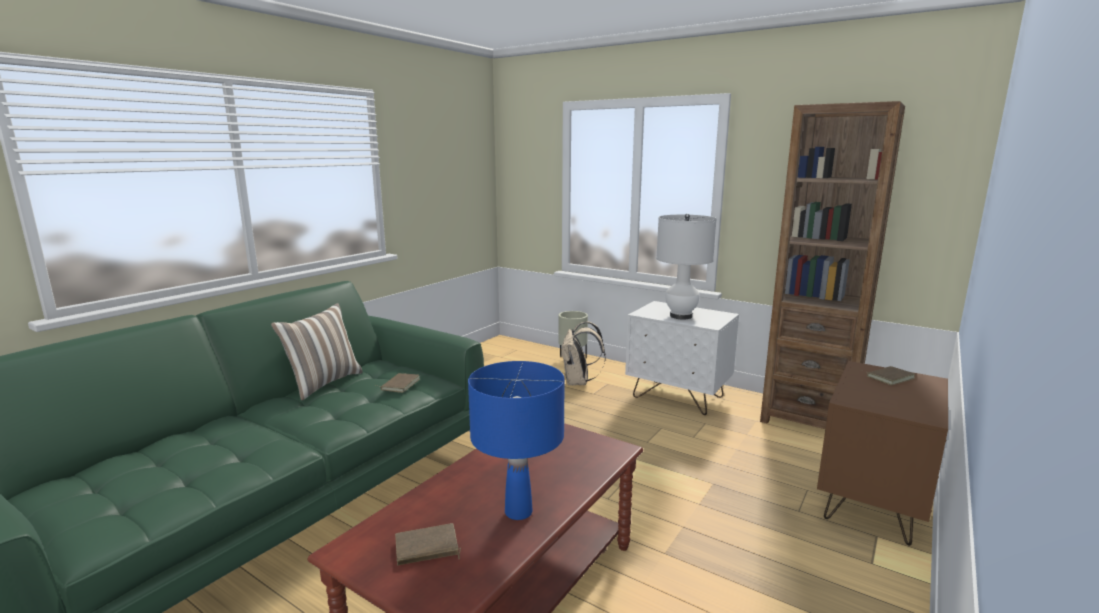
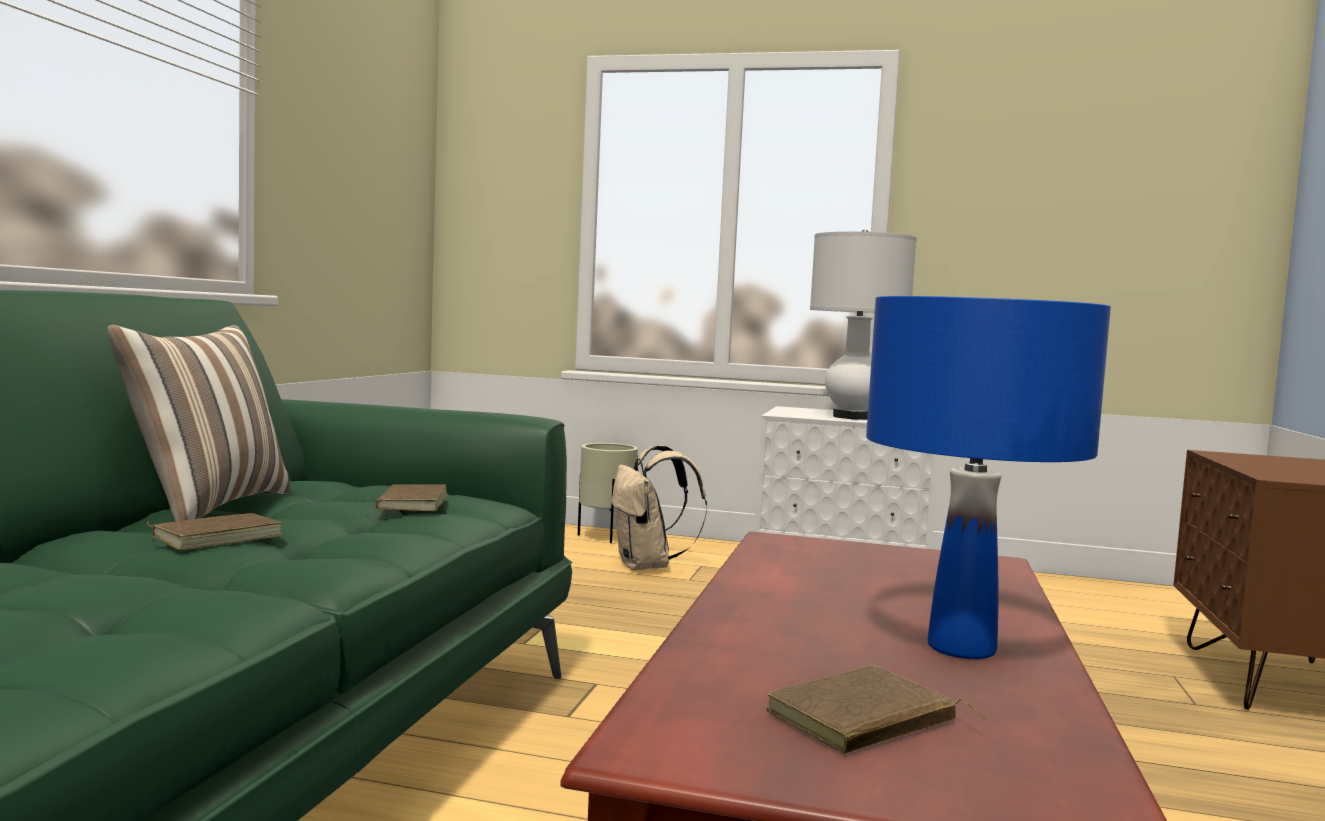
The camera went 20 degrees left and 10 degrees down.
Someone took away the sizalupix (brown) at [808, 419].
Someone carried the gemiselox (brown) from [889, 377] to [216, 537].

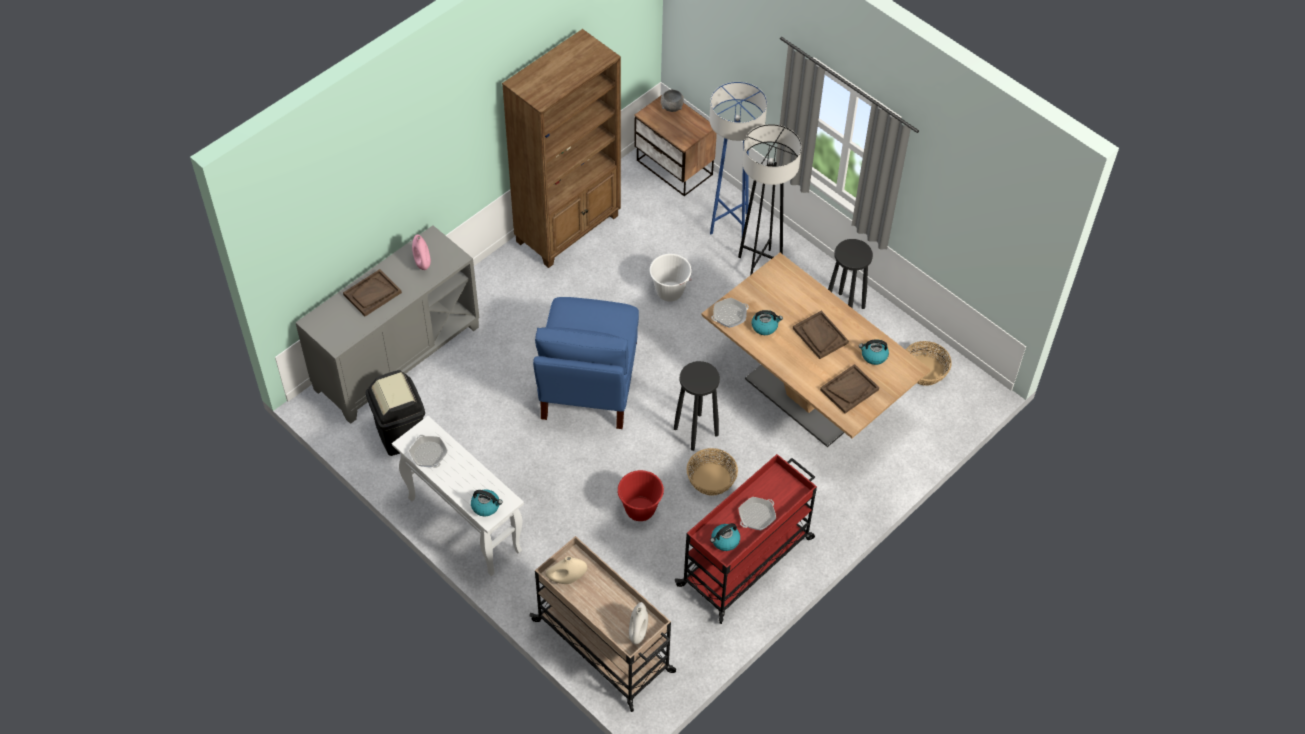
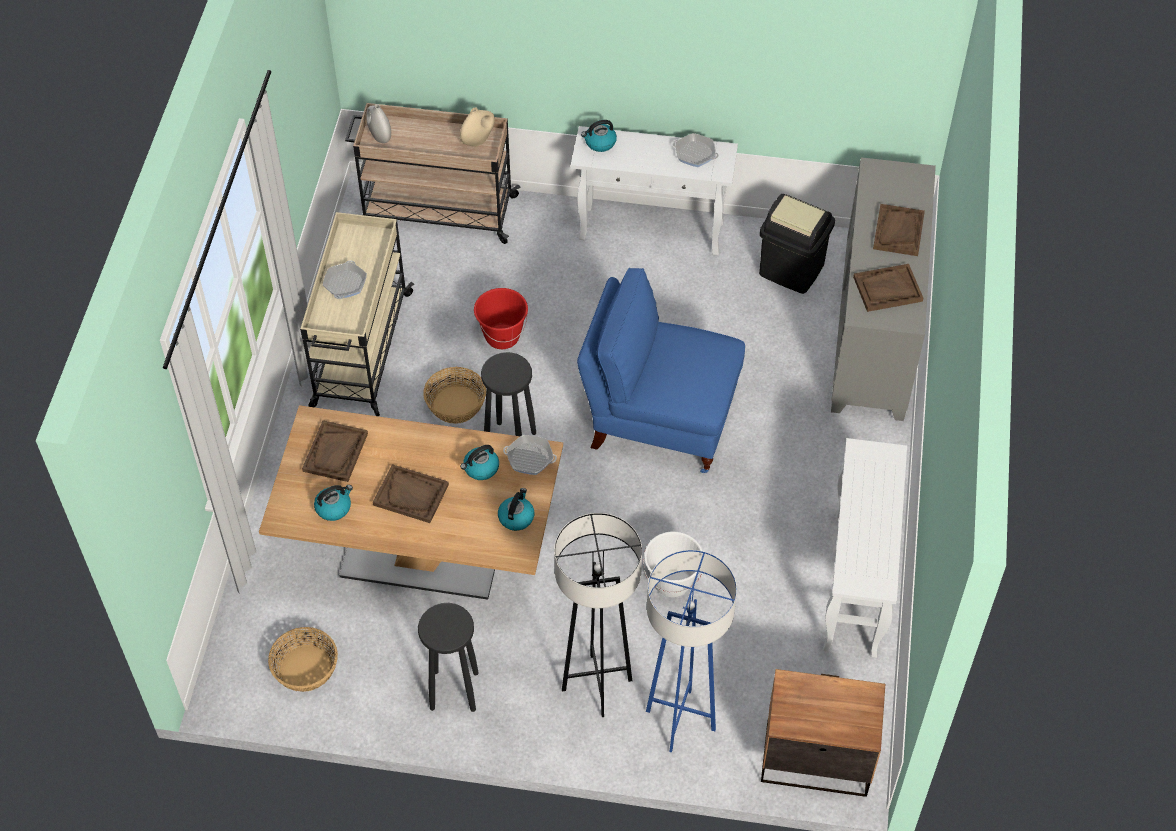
The camera went 145 degrees right and 0 degrees up.
Someone swapped the sizalupix (brown) at [568, 229] for the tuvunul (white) at [855, 587].
Someone took away the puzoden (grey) at [671, 107].
Someone swapped the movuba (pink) at [422, 263] for the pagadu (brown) at [887, 289].
Someone rotated the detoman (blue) at [588, 387] by 45 degrees counterclockwise.
Someone rotated the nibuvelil at [729, 315] by 105 degrees counterclockwise.
Someone repainted the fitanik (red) at [747, 561], which became the fitanik (beige) at [361, 351].
Someone carried the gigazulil from [724, 541] to [516, 517].

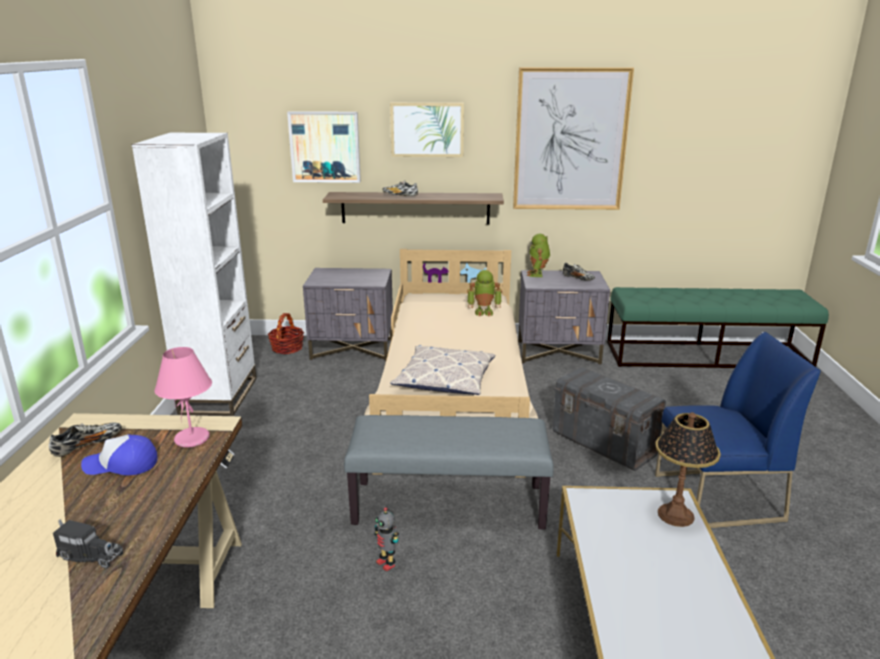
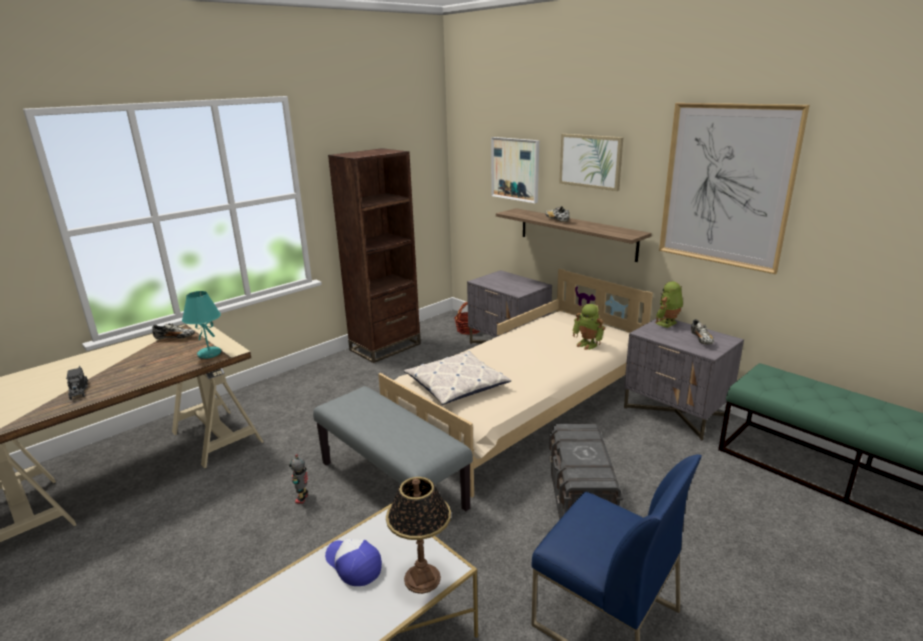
The camera went 45 degrees right and 0 degrees up.
Someone repainted the sizalupix (white) at [219, 395], which became the sizalupix (brown) at [385, 347].
Someone repainted the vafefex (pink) at [192, 439], which became the vafefex (turquoise) at [209, 354].
Someone carried the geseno from [121, 465] to [353, 564].

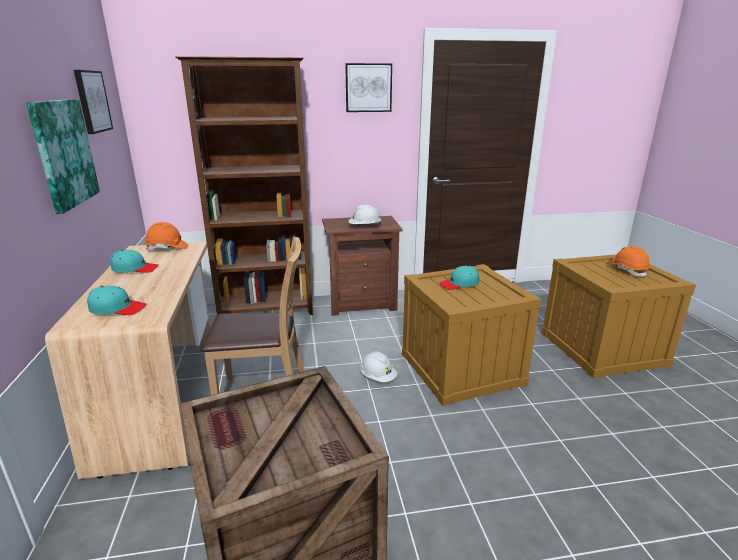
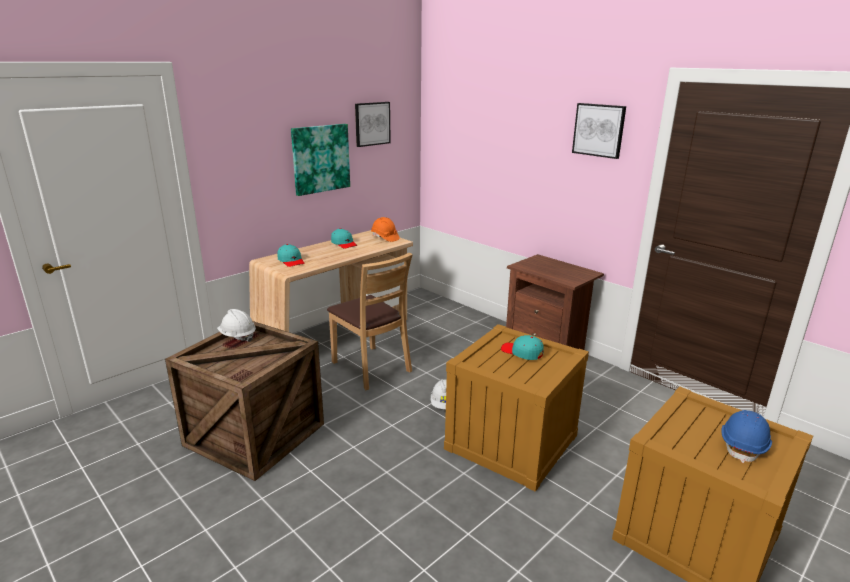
The camera went 55 degrees right and 0 degrees up.
Someone took away the sizalupix (brown) at [267, 310].
Someone carried the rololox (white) from [364, 227] to [237, 336].
Someone repainted the rololox (orange) at [627, 270], which became the rololox (blue) at [743, 445].

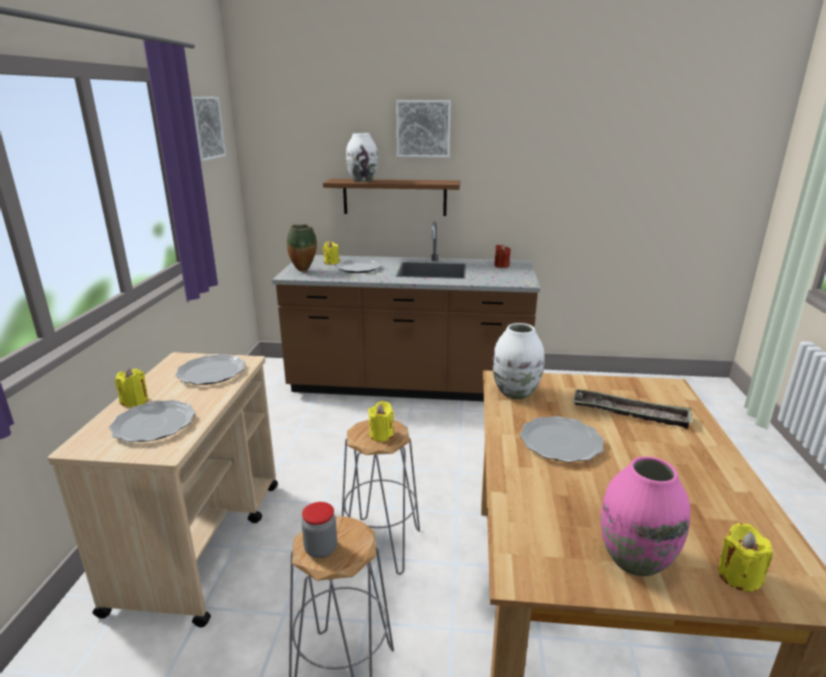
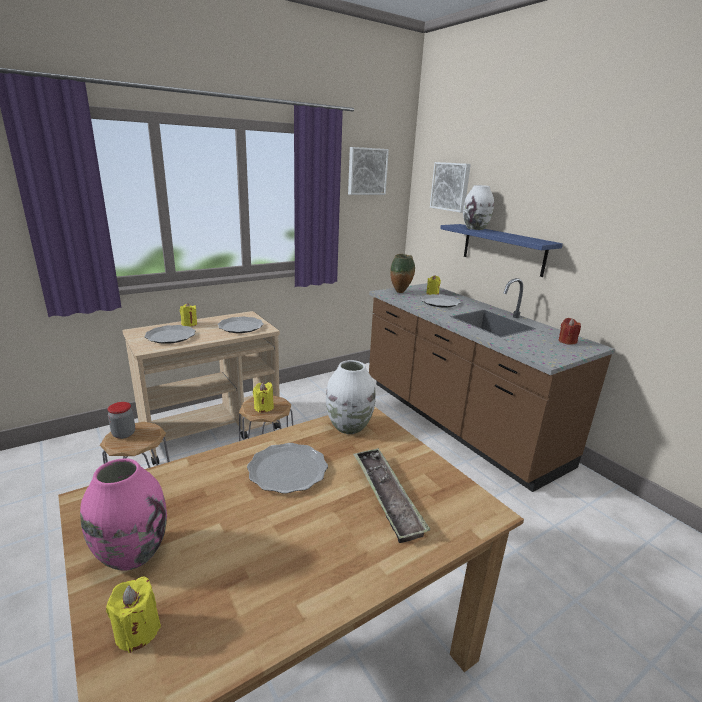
The camera went 50 degrees right and 0 degrees up.
Someone carried the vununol from [423, 129] to [451, 186].
Someone repainted the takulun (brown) at [394, 197], which became the takulun (blue) at [503, 249].

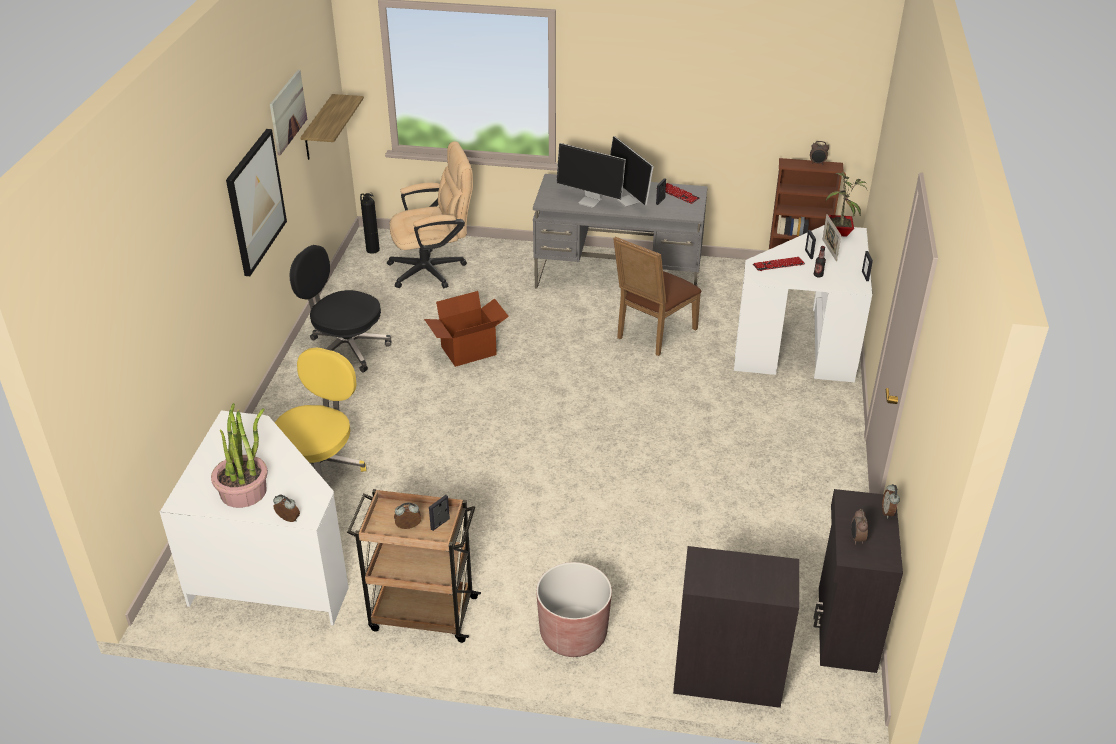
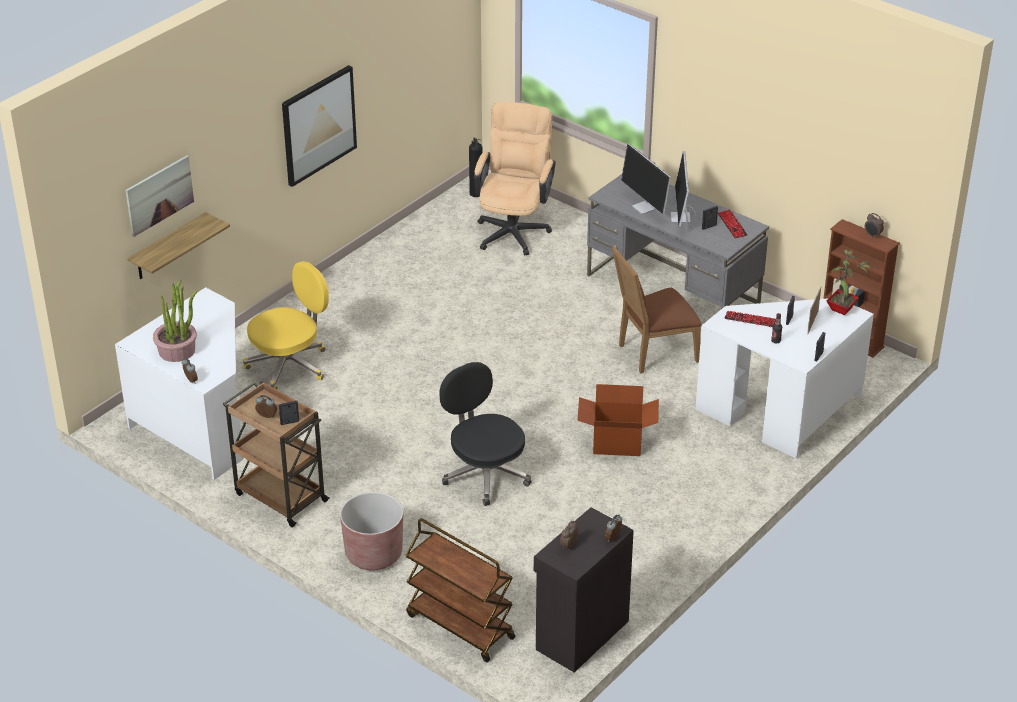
The camera went 30 degrees right and 0 degrees up.
Someone carried the vununol from [287, 111] to [159, 195].
Someone carried the takulun from [318, 128] to [168, 247].
Someone rotated the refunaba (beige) at [434, 269] by 90 degrees counterclockwise.
Someone carried the refunaba (black) from [346, 349] to [484, 474].
Someone carried the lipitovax from [469, 351] to [617, 443].
Someone swapped the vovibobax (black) at [727, 675] for the fitanik (brown) at [459, 626].

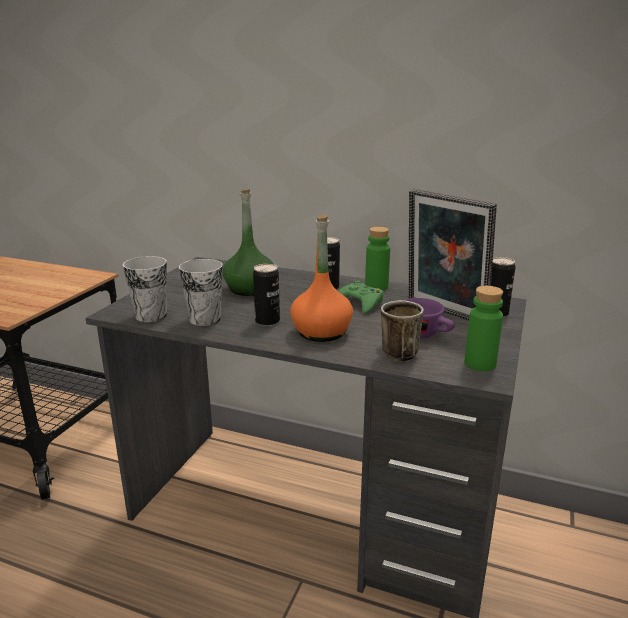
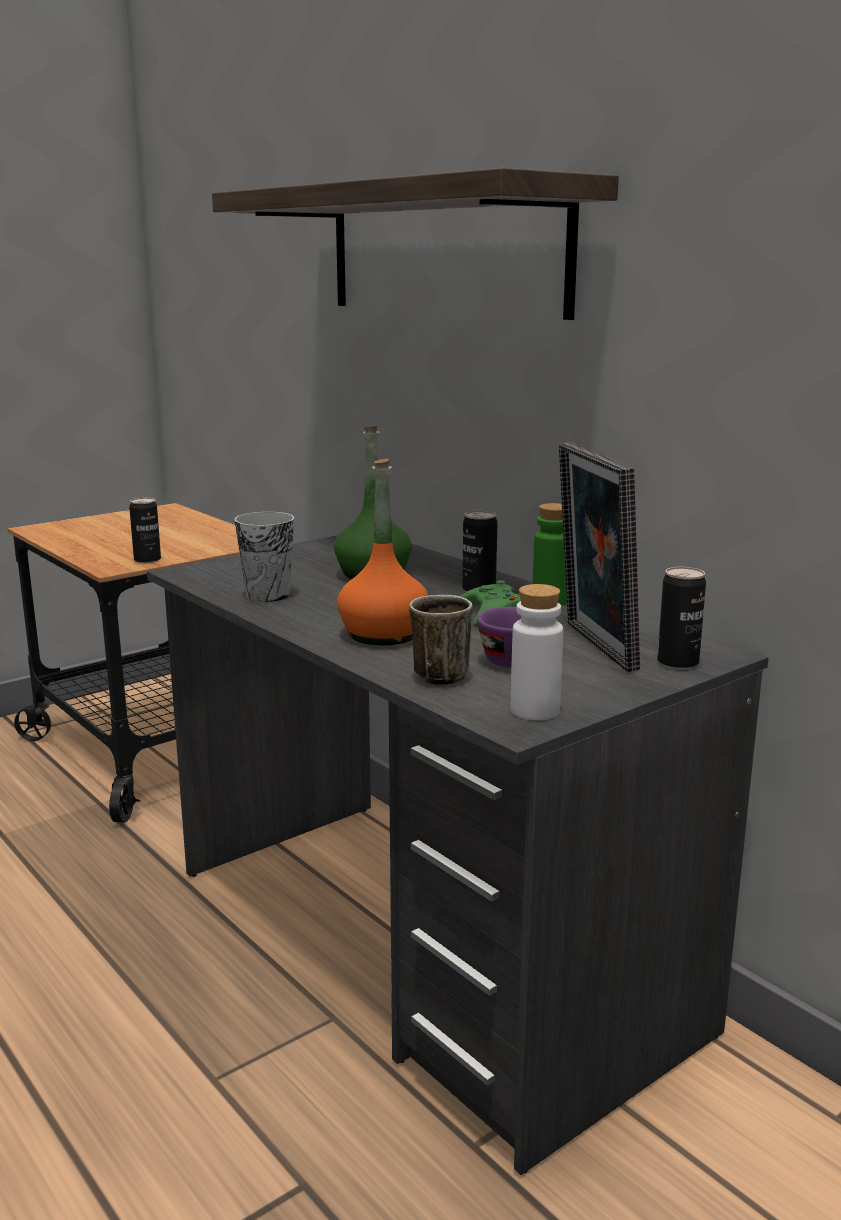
The camera went 30 degrees right and 5 degrees down.
Someone took away the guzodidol at [151, 316].
Someone carried the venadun from [267, 321] to [147, 560].
Someone repainted the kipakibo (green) at [480, 364], which became the kipakibo (white) at [535, 710].
Someone put up the takulun at [443, 250].

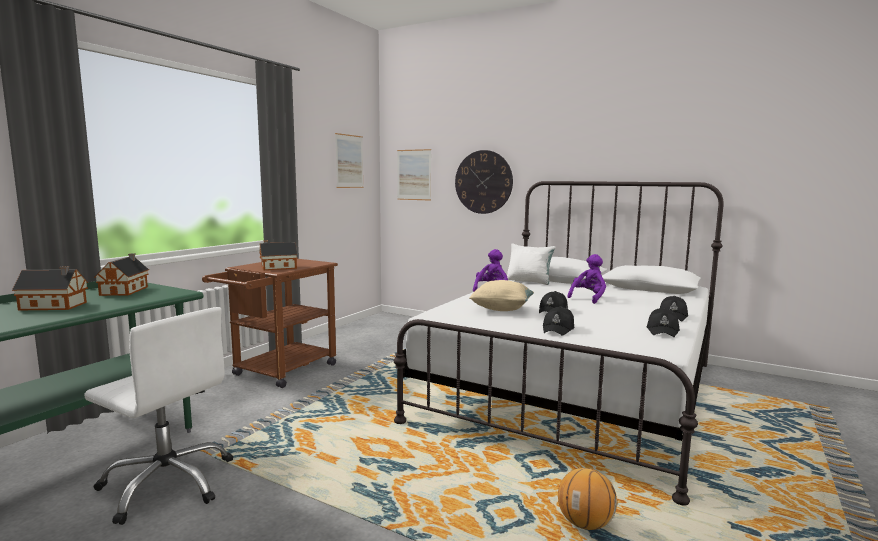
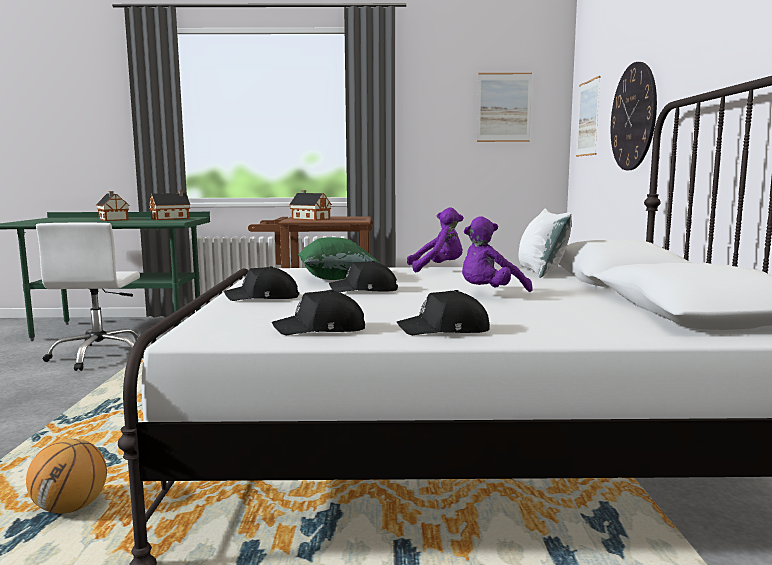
The camera went 60 degrees right and 0 degrees up.
Someone rotated the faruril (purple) at [588, 298] by 135 degrees clockwise.
Someone repainted the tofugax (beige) at [501, 309], which became the tofugax (green) at [336, 279].

